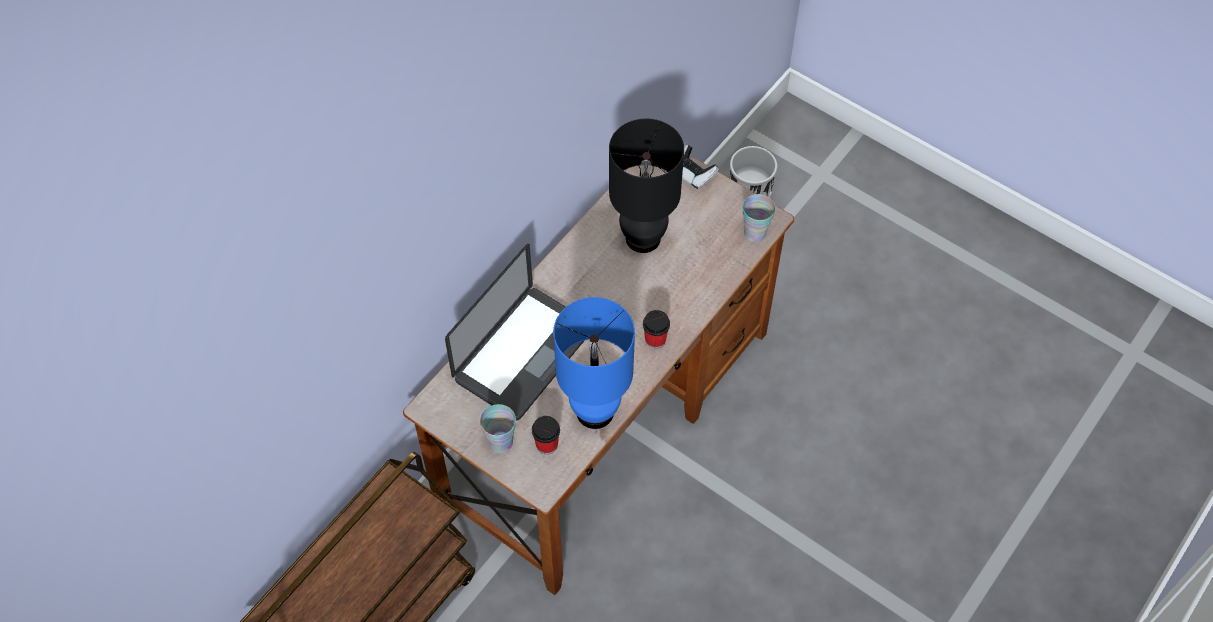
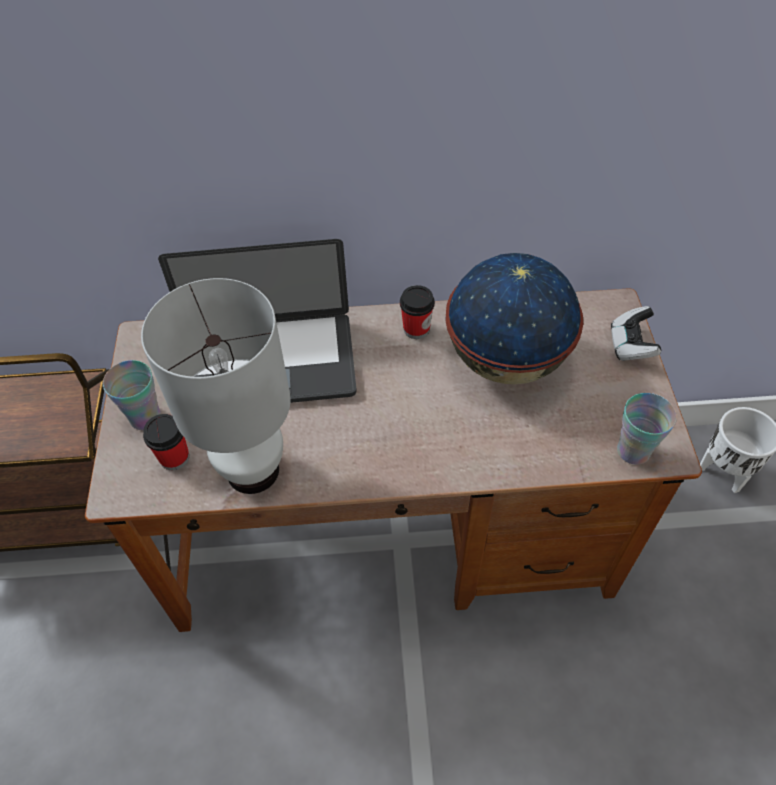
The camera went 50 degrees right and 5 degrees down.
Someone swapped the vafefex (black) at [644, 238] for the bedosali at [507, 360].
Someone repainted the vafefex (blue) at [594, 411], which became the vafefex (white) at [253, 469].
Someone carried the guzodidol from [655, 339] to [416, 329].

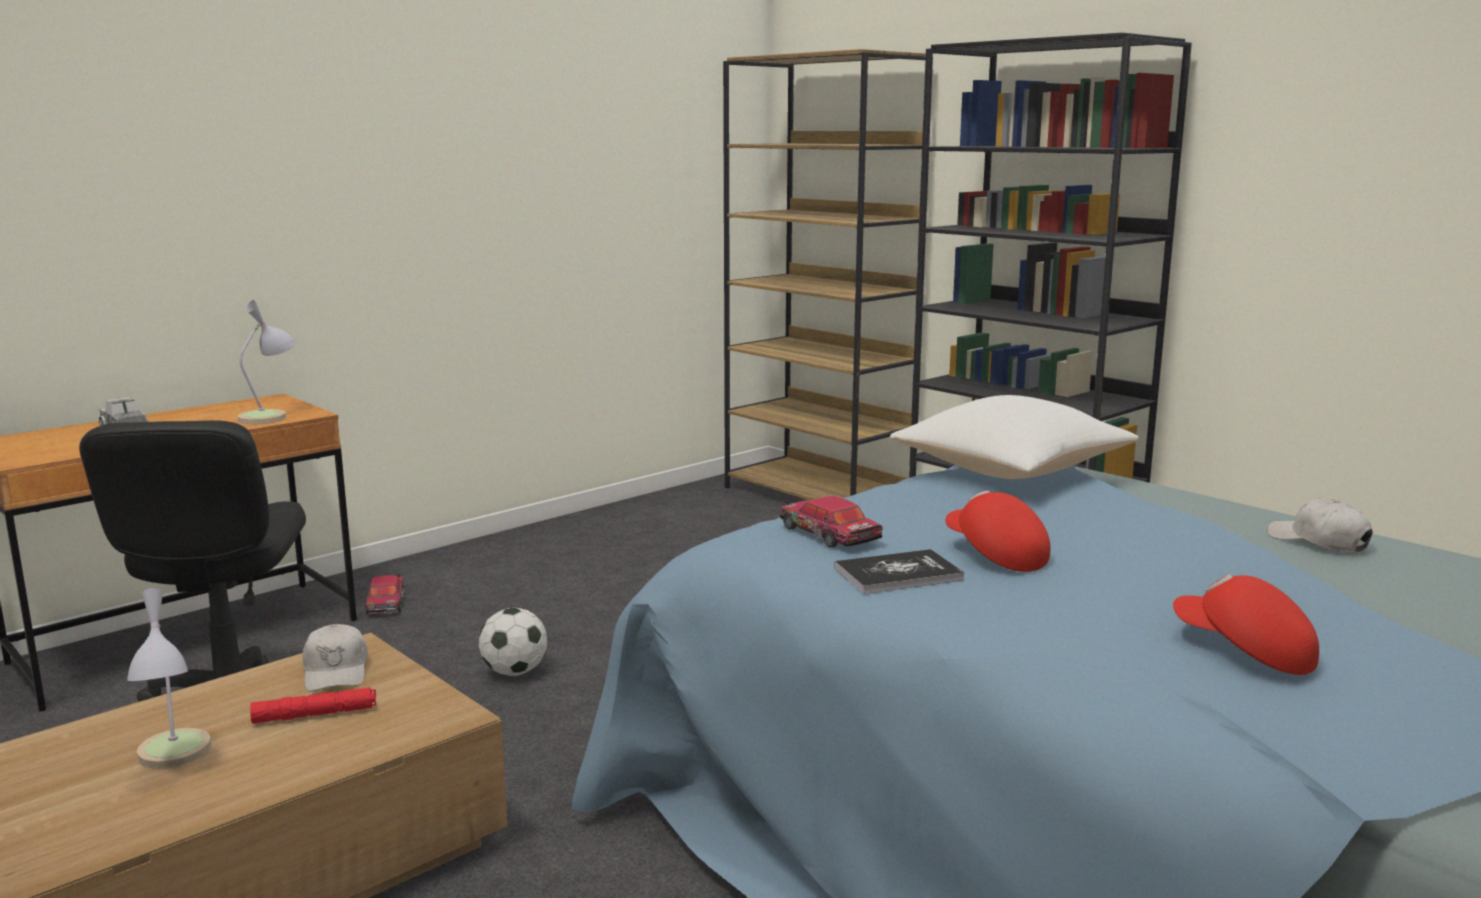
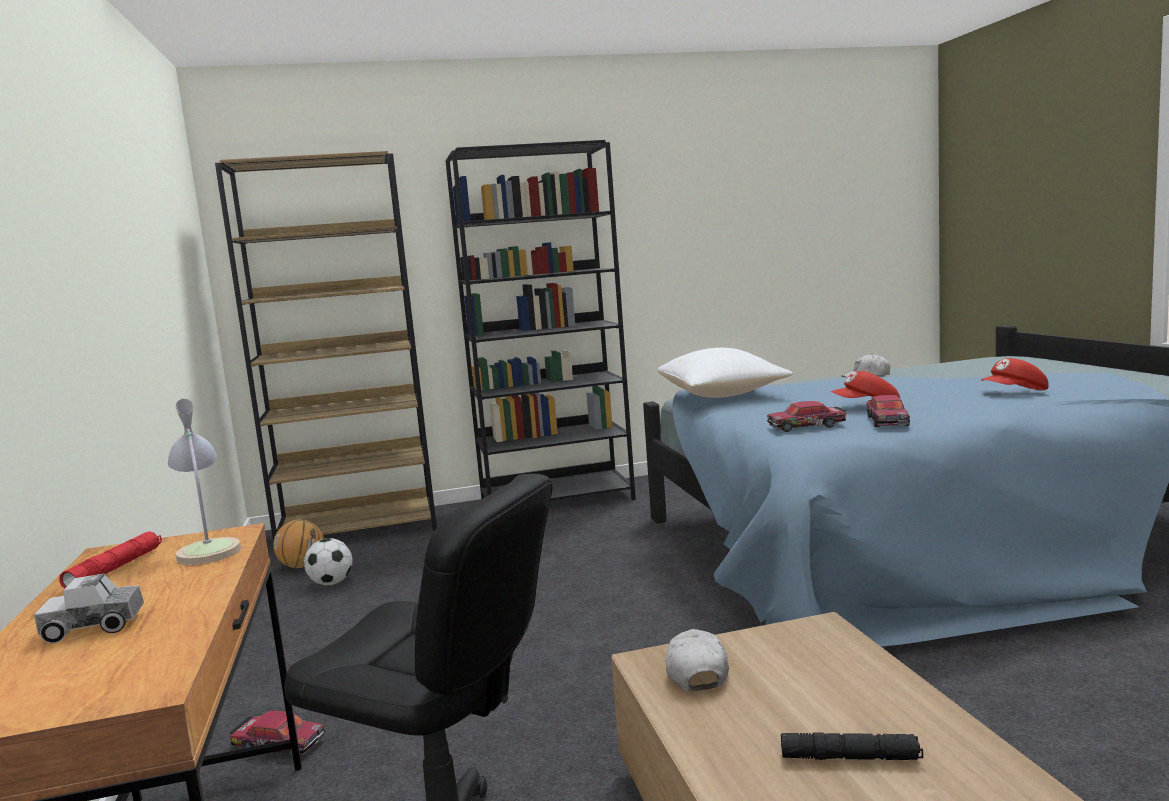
The camera went 60 degrees left and 5 degrees down.
Someone swapped the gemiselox at [898, 574] for the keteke at [887, 420].
Someone swapped the vafefex at [173, 758] for the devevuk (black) at [850, 757].
Someone carried the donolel from [514, 672] to [331, 583].
Someone rotated the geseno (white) at [336, 671] by 105 degrees counterclockwise.
Someone carried the devevuk (red) from [315, 715] to [115, 568].
Someone put down the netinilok at [302, 566].

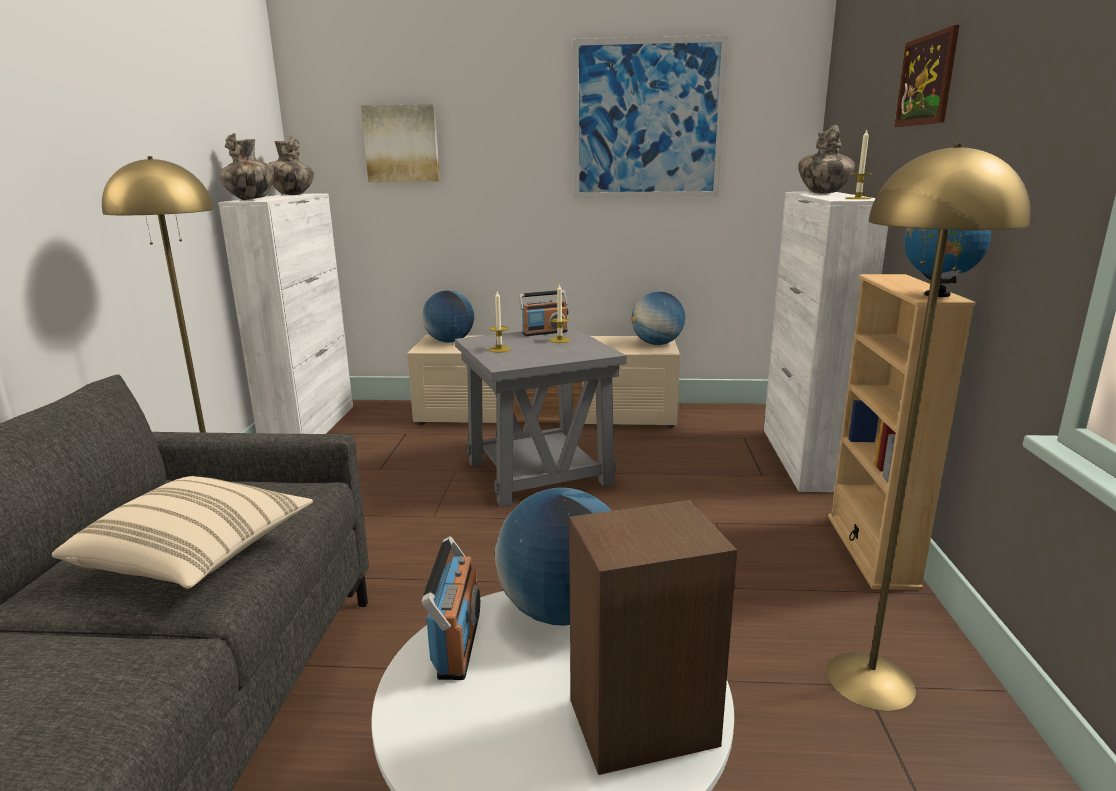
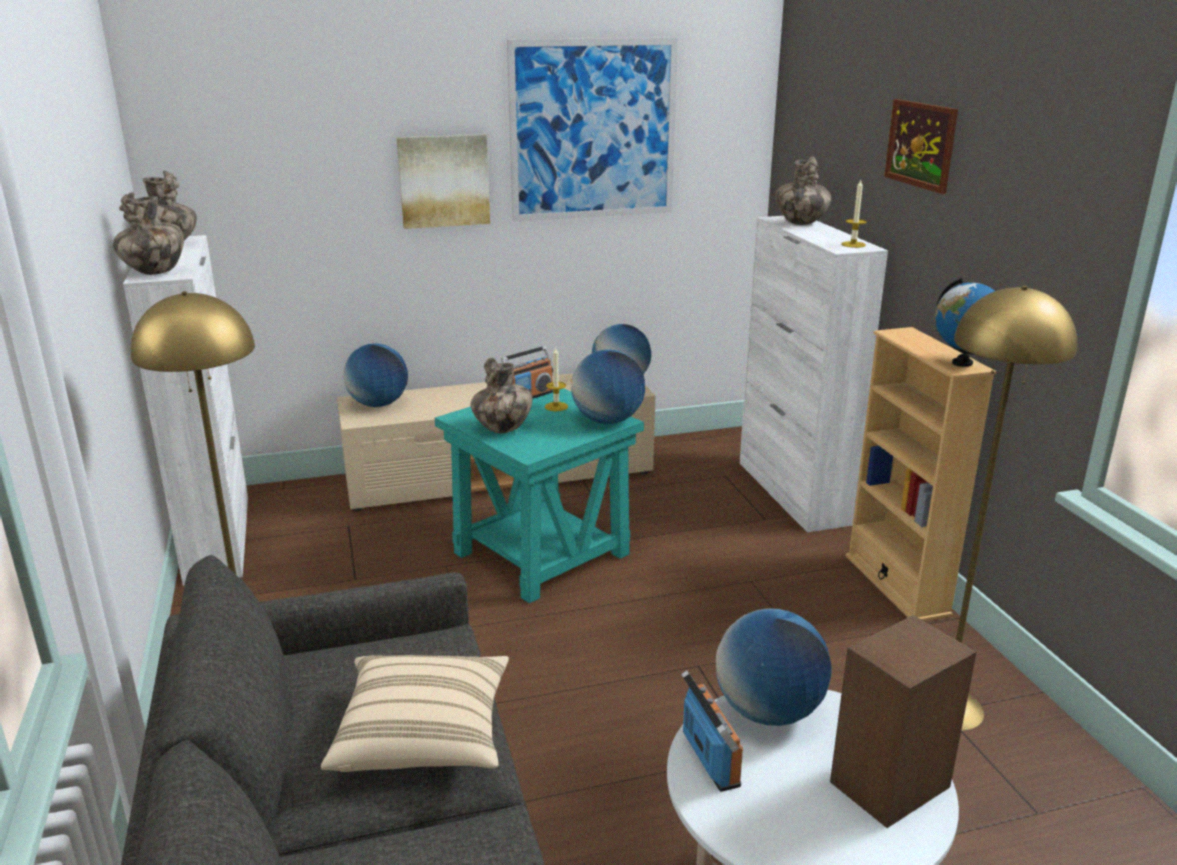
The camera went 20 degrees left and 5 degrees up.
Someone carried the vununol from [401, 144] to [444, 180].
Someone swapped the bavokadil at [499, 349] for the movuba at [503, 429].
Someone repainted the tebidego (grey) at [539, 472], which became the tebidego (turquoise) at [541, 553].
Someone put down the bedosali at [607, 420].

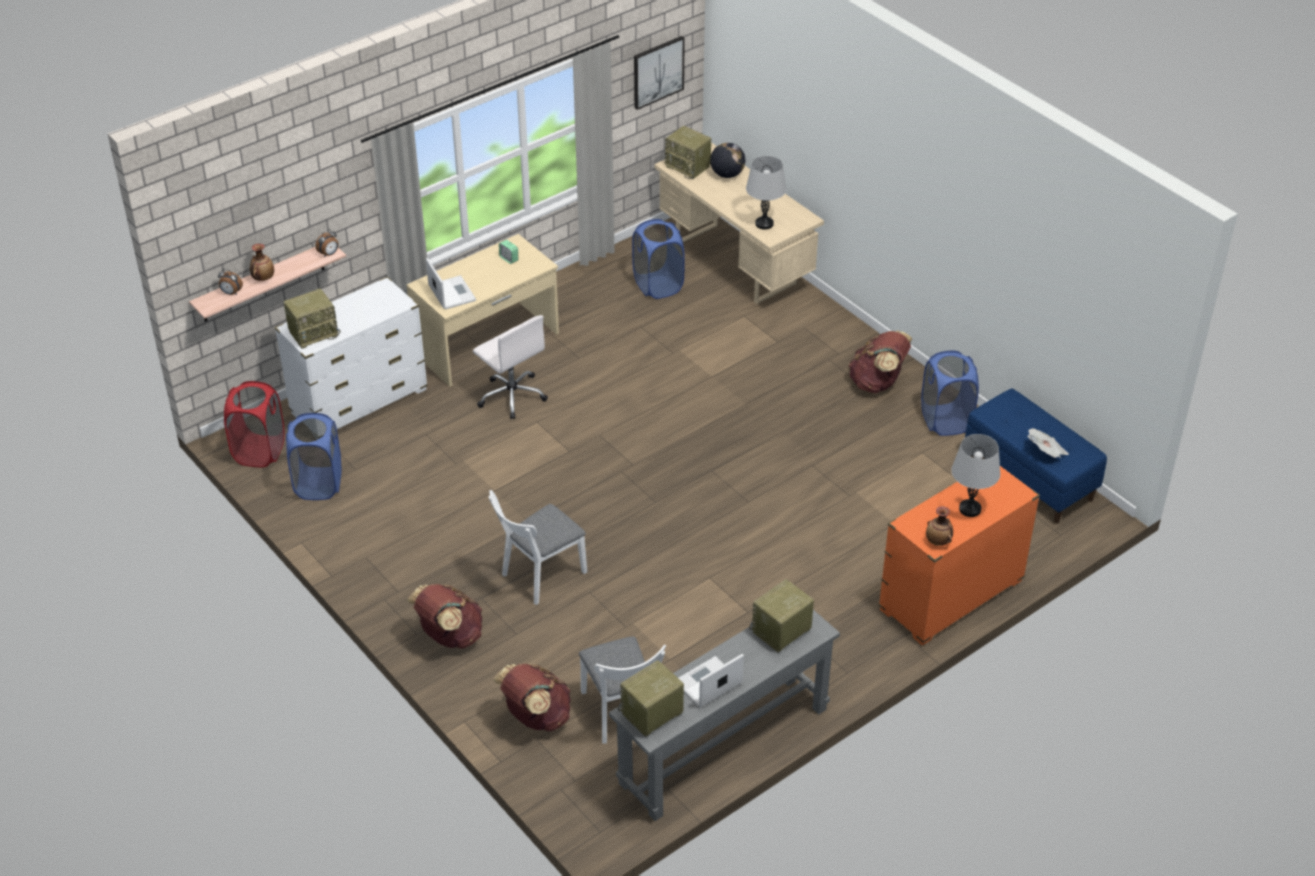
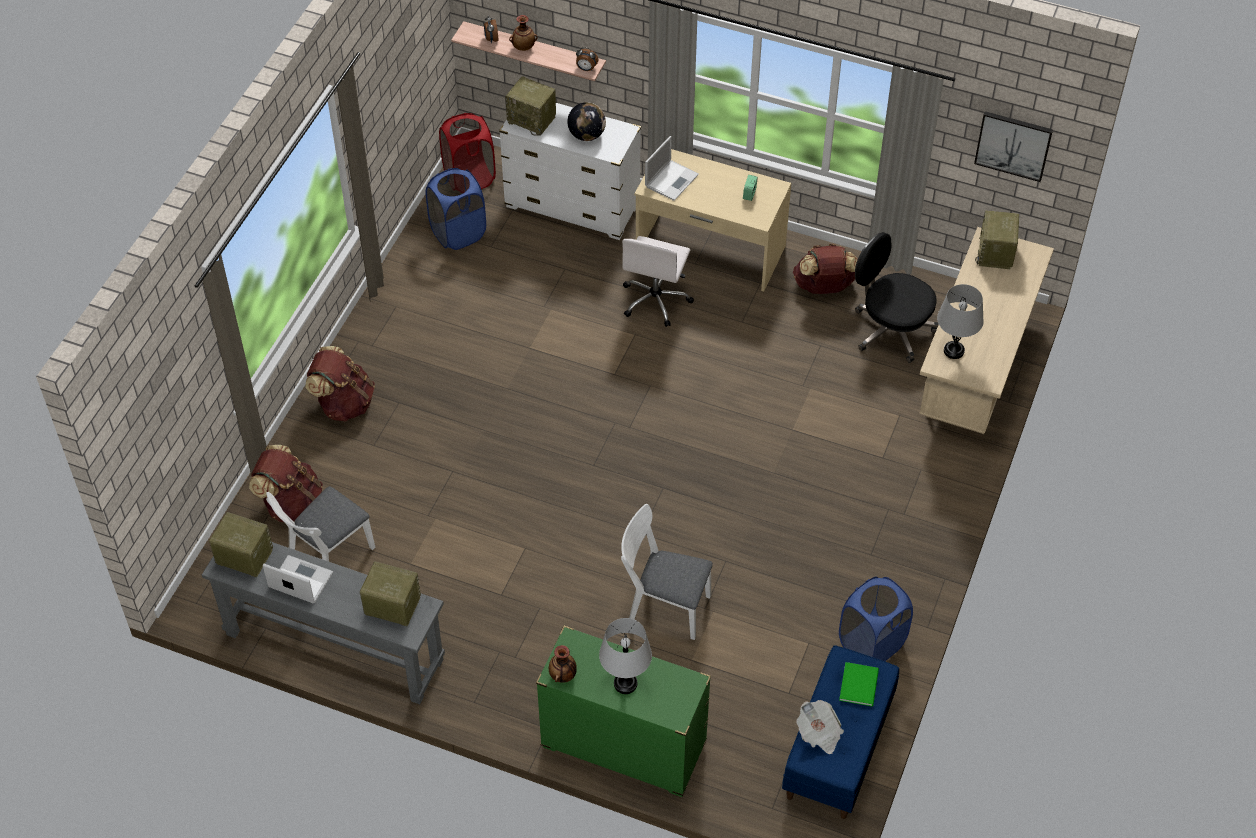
The camera went 60 degrees right and 10 degrees up.
Someone carried the bedosali from [727, 174] to [587, 135].
Someone swapped the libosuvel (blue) at [658, 285] for the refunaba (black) at [891, 329].
Someone carried the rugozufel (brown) from [877, 383] to [823, 287].
Someone repainted the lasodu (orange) at [951, 596], which became the lasodu (green) at [623, 745].
Someone carried the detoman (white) from [539, 576] to [663, 606].
Someone put down the gemiselox (green) at [860, 684].

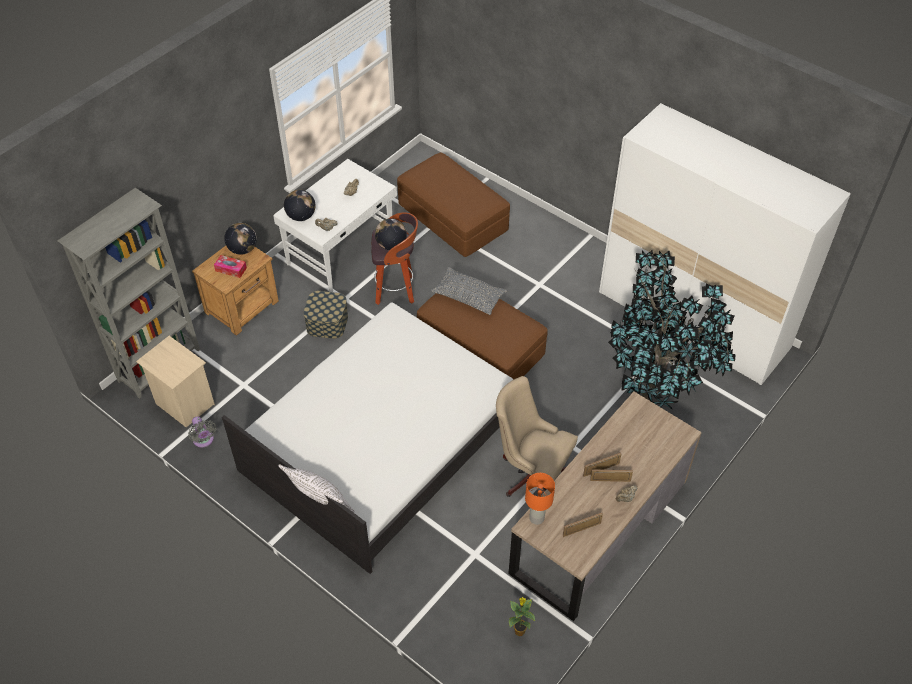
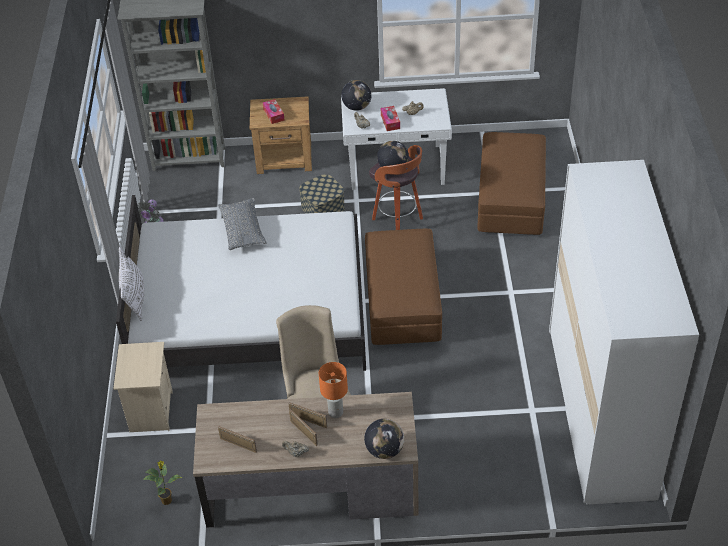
The camera went 50 degrees right and 5 degrees down.
Someone carried the bedosali from [243, 249] to [384, 450].
Someone took away the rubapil at [656, 398].
Someone carried the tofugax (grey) from [468, 296] to [242, 230].
Someone carried the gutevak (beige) from [184, 404] to [150, 411].
Someone carried the vafefex (orange) from [536, 518] to [335, 412].
Someone put down the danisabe at [390, 122].

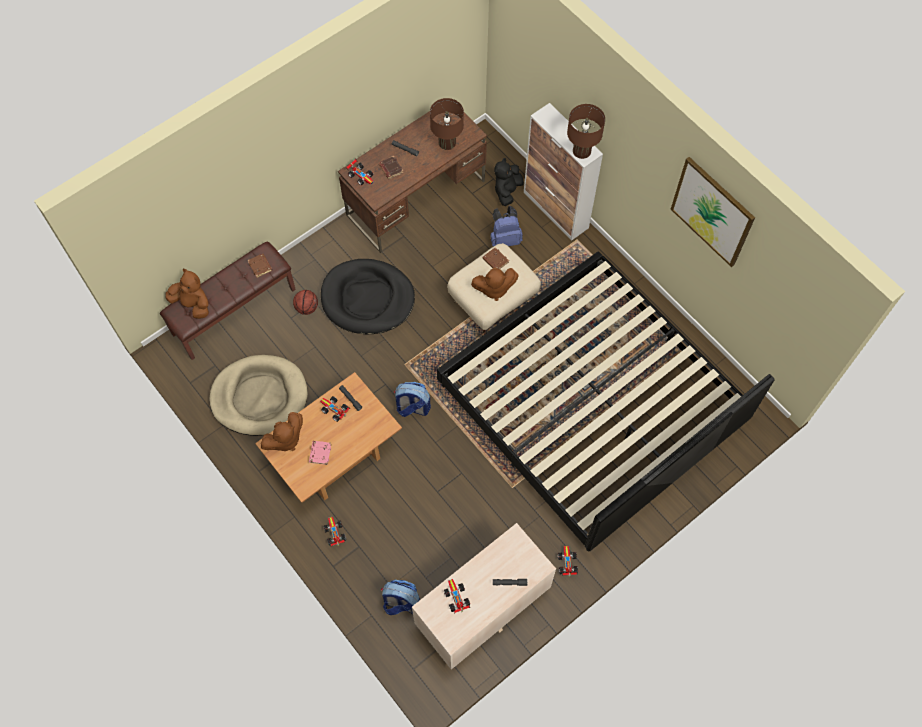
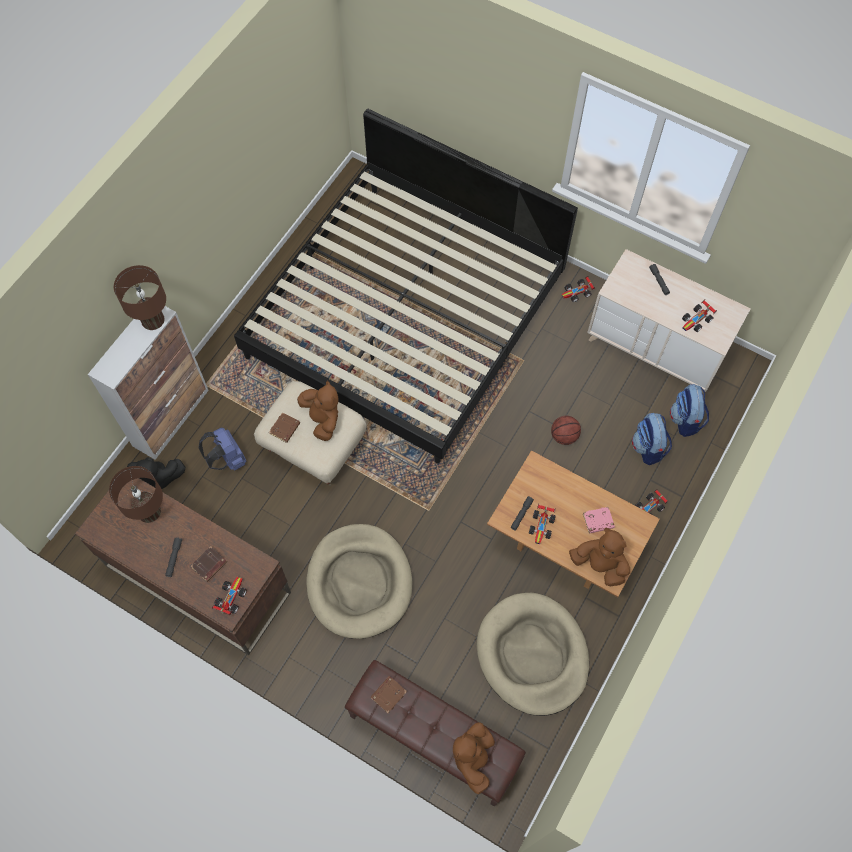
The camera went 110 degrees left and 0 degrees up.
Someone took away the vununol at [712, 212].
Someone repainted the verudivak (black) at [368, 299], which became the verudivak (beige) at [359, 582].
Someone carried the netinilok from [307, 307] to [564, 436].
Someone carried the rugozufel from [412, 407] to [648, 448].

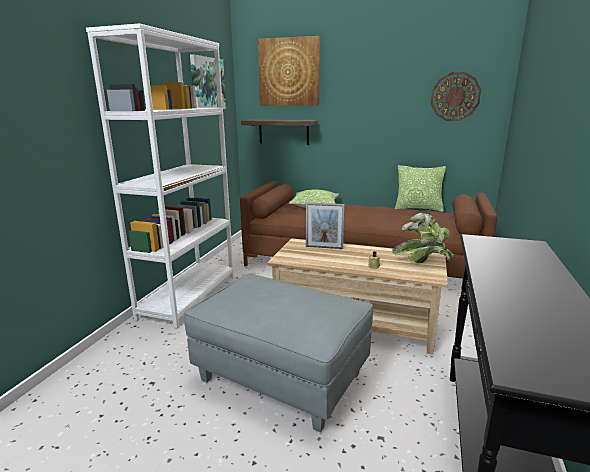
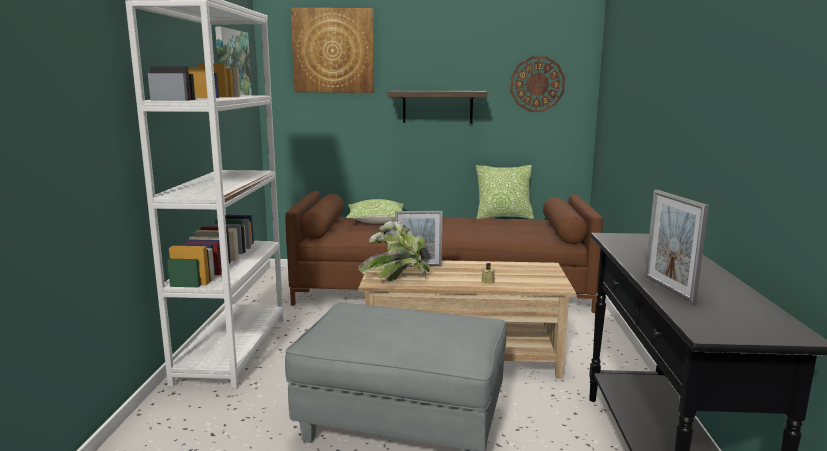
The camera went 15 degrees left and 5 degrees down.
Someone carried the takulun from [283, 131] to [437, 106].
Someone carried the rubapil from [423, 261] to [397, 278].
Someone put down the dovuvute at [668, 289].

